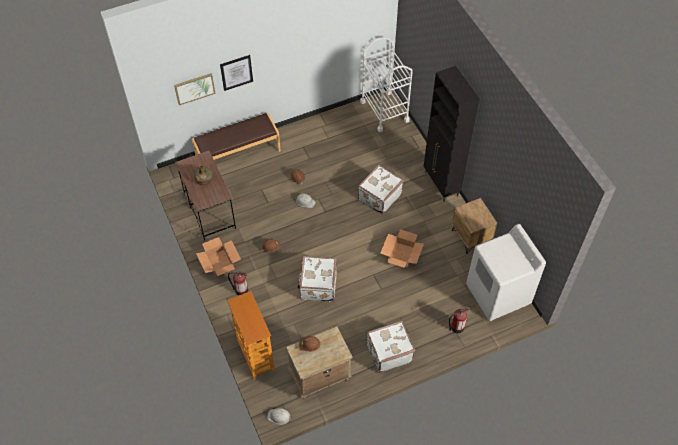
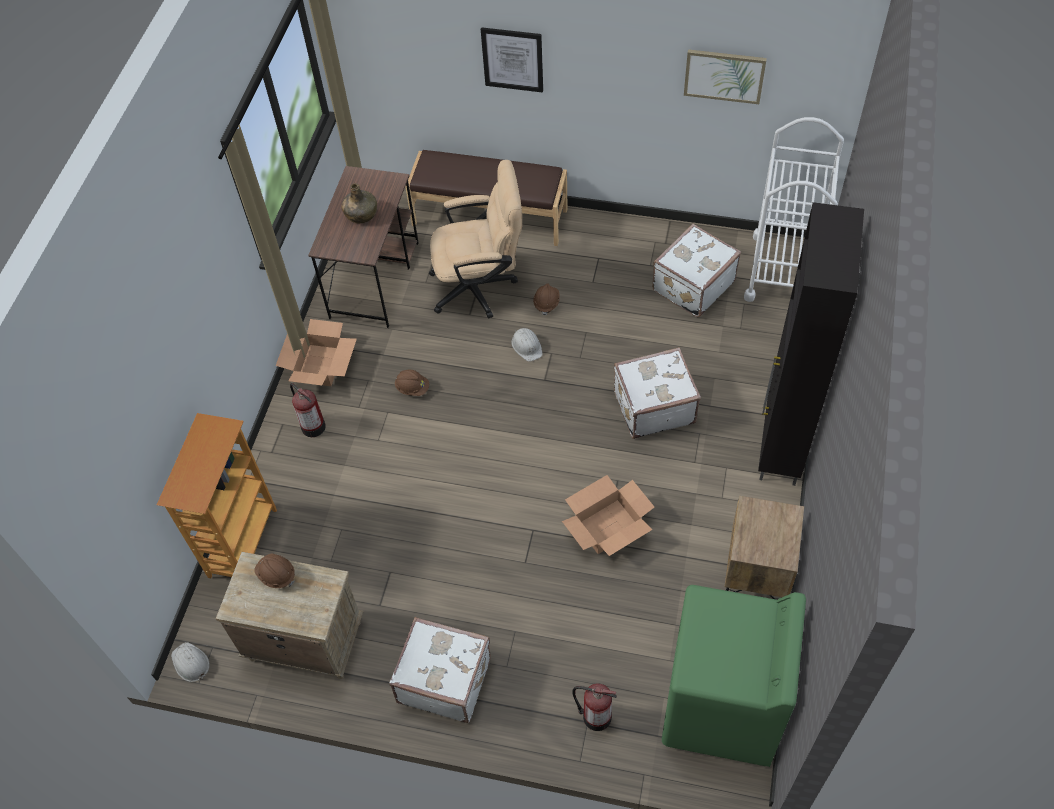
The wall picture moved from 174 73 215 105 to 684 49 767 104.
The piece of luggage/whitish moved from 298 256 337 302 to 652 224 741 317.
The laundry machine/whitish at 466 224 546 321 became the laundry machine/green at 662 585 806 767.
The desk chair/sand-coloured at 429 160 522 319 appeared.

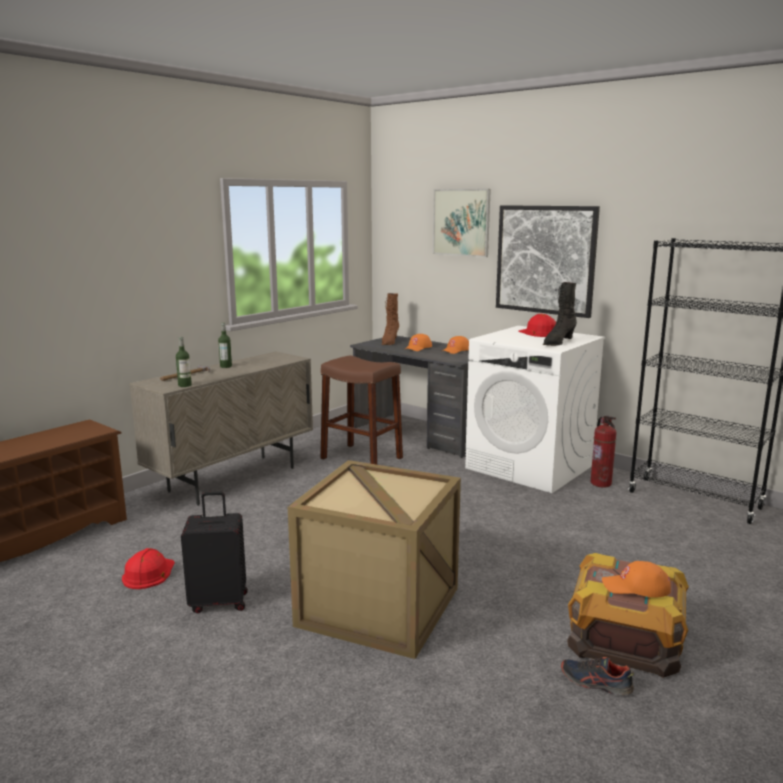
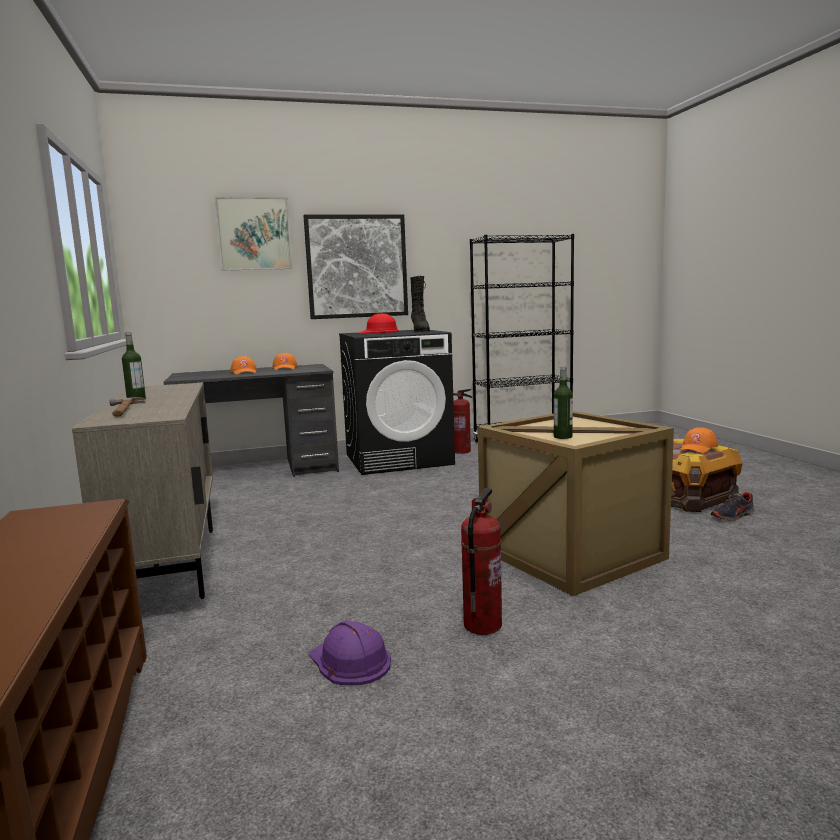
The work helmet/red at 122 548 175 589 became the work helmet/purplish at 309 620 391 685.
The beverage bottle moved from 176 337 192 387 to 554 367 573 439.
The piece of luggage/blackish at 181 491 248 613 was replaced by the fire-fighting cylinder at 461 488 502 635.
The stool/brownish at 321 355 403 465 disappeared.
The tall boot/brownish at 382 293 399 345 disappeared.
The laundry machine/whitish at 465 326 605 493 became the laundry machine/blackish at 339 330 455 475.

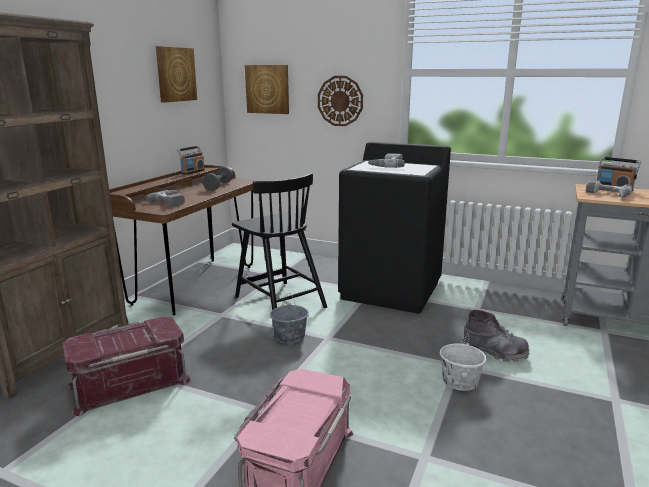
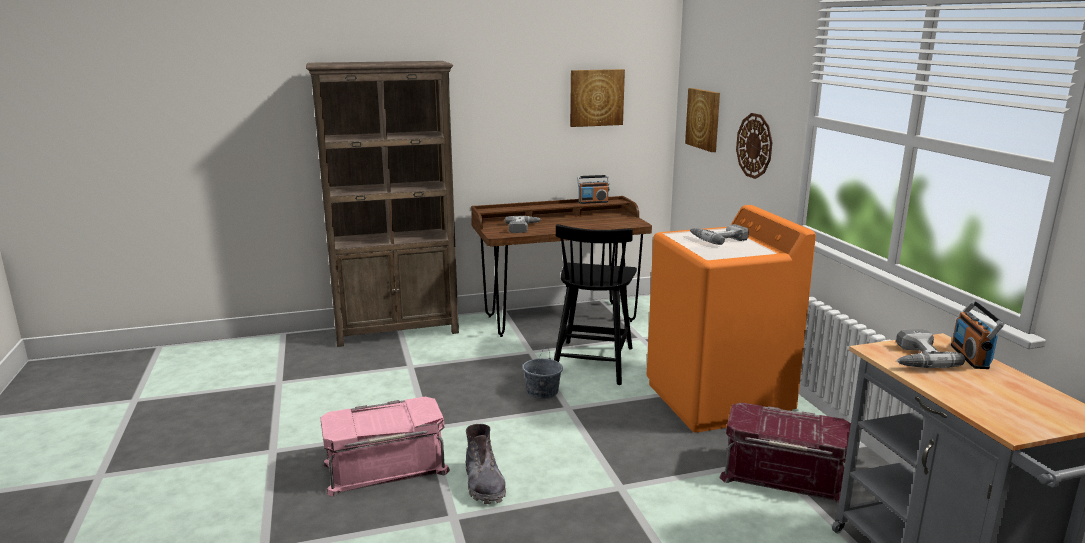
The storage container/red moved from 62 316 191 416 to 719 402 851 504.
The dumbbell/gray at 203 167 233 191 disappeared.
The laundry machine/blackish at 338 142 451 314 became the laundry machine/orange-coloured at 647 205 816 432.
The pail/whitish at 440 333 487 391 disappeared.
The tall boot/gray moved from 462 310 530 362 to 465 424 506 504.

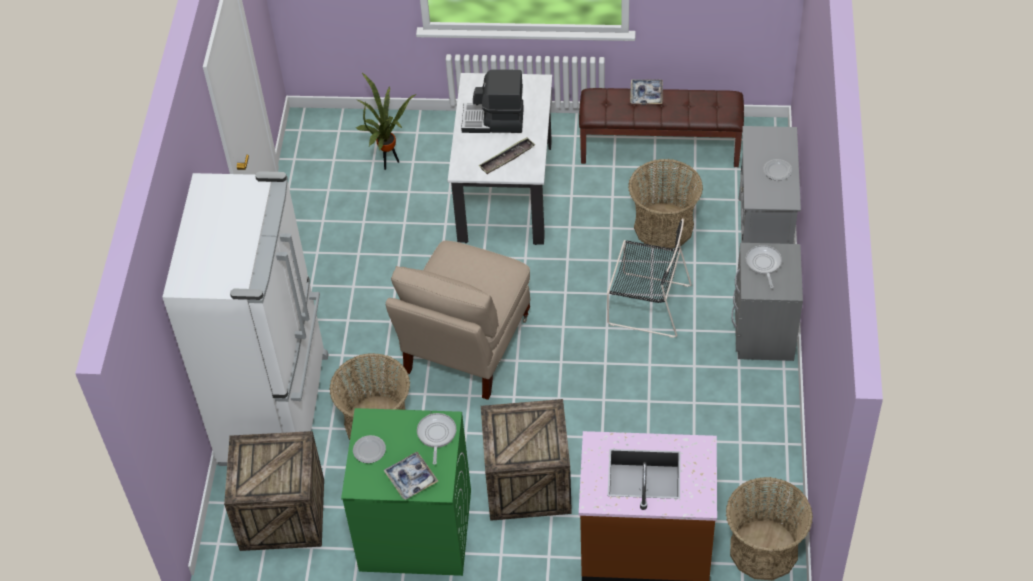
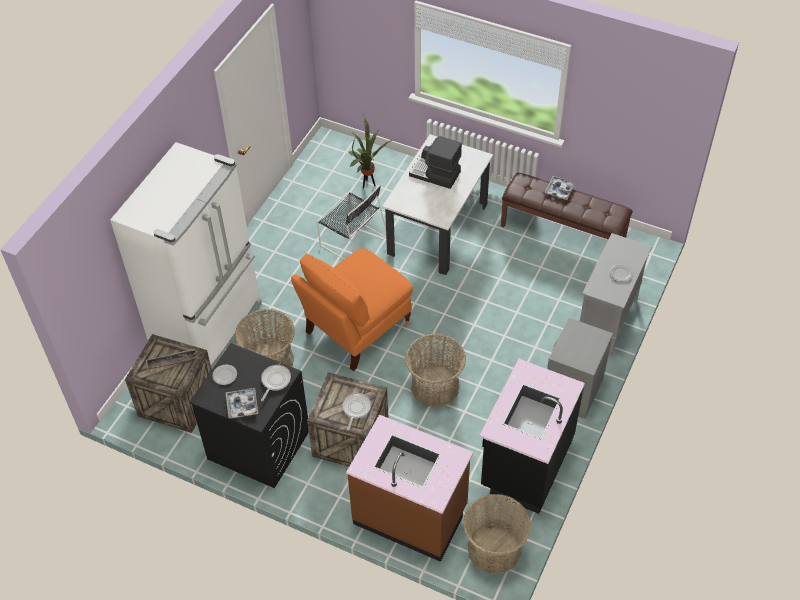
The laundry machine/green at 341 408 471 576 became the laundry machine/blackish at 189 343 309 488.
The chair/sand-coloured at 386 241 530 400 became the chair/orange-coloured at 291 248 412 371.
The serving tray moved from 478 137 535 174 to 146 349 197 369.
The chair/blackish moved from 607 218 692 338 to 317 185 386 259.
The basket moved from 628 159 703 249 to 405 334 466 407.
The frying pan moved from 746 245 782 288 to 342 393 371 430.
The kitchen counter/blackish at 480 359 585 514 appeared.

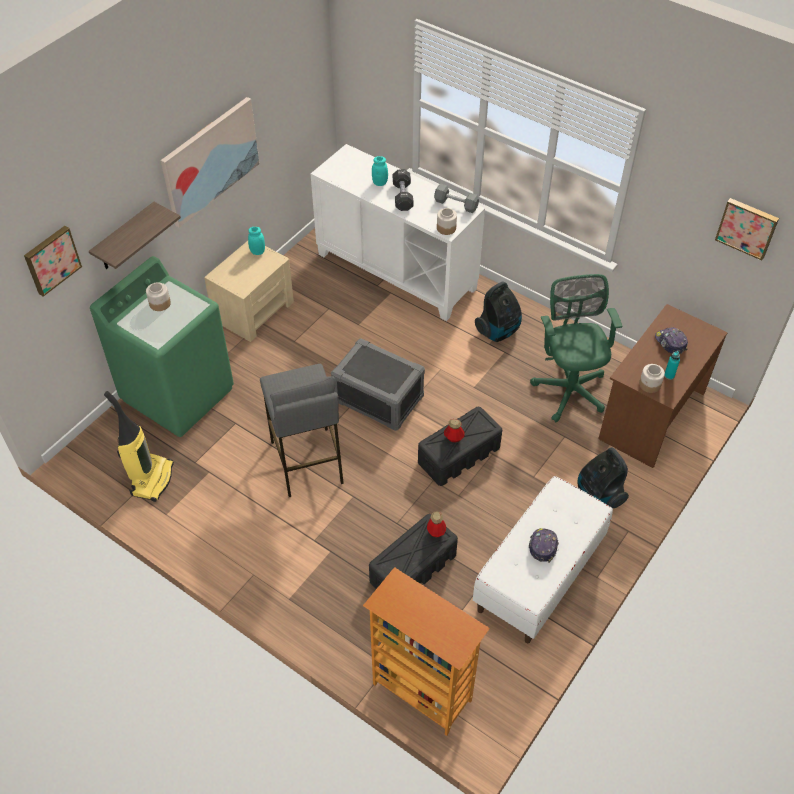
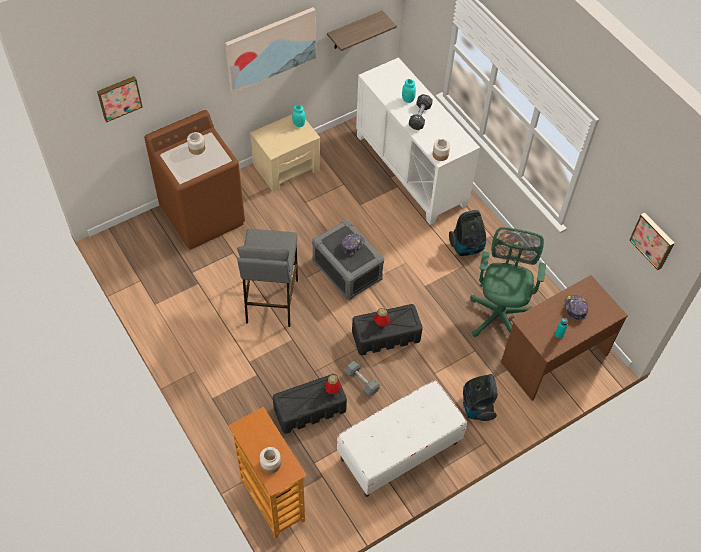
The shelf moved from 89 202 181 269 to 327 10 397 51.
The laundry machine/green at 90 256 234 437 became the laundry machine/brownish at 144 110 245 250.
The hoover at 104 391 174 502 disappeared.
The dumbbell/gray moved from 434 184 479 213 to 345 361 380 395.
The baseball cap moved from 529 528 559 563 to 341 234 365 256.
The preserve jar moved from 639 364 665 393 to 260 447 281 473.

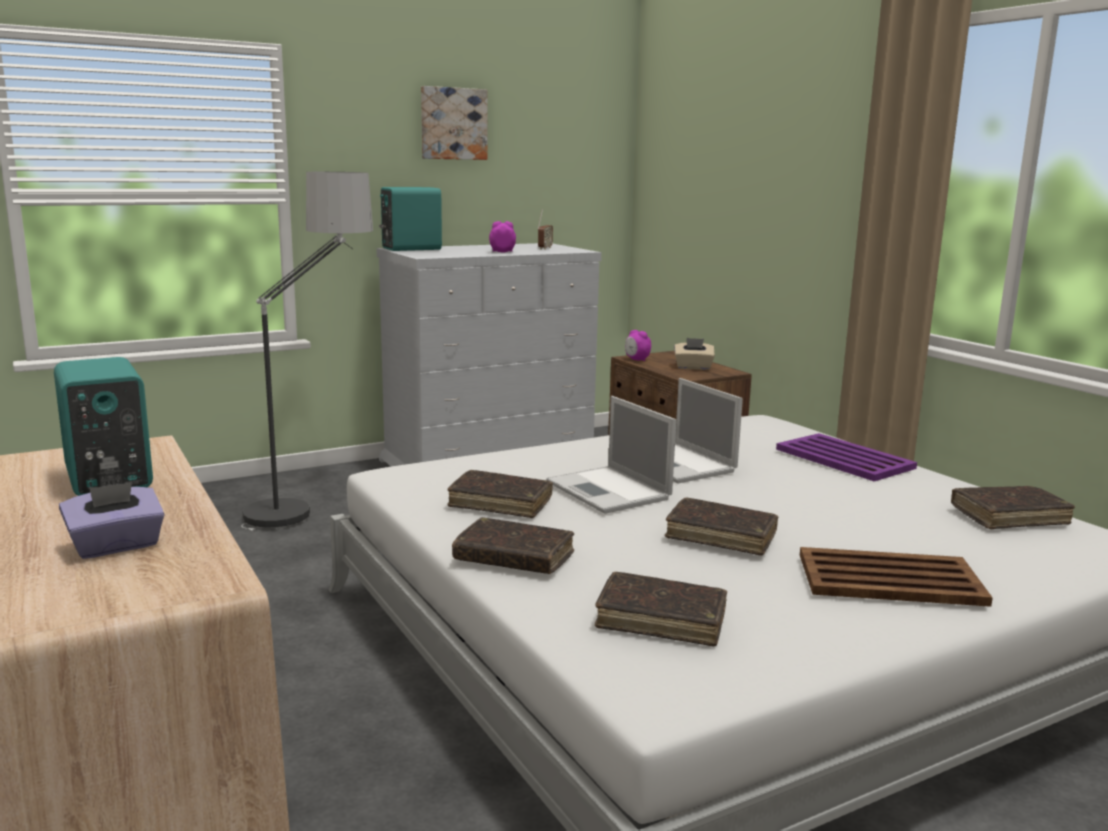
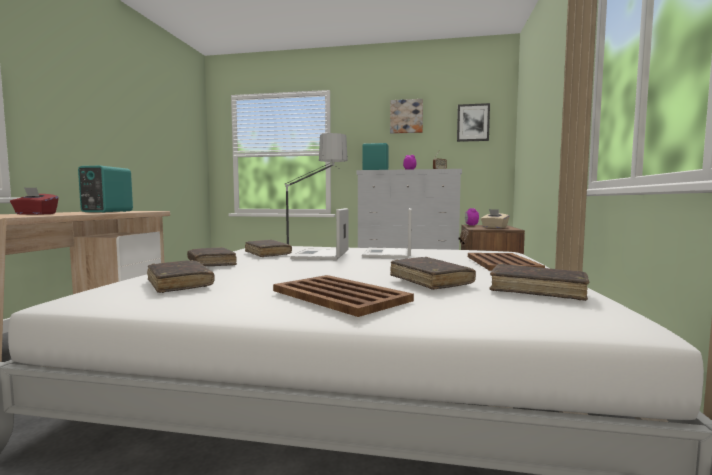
The box of tissues/purplish at 59 482 165 559 became the box of tissues/red at 10 187 59 215.
The volume/brownish moved from 665 497 778 556 to 390 257 476 290.
The serving tray/purplish at 776 433 917 481 became the serving tray/brownish at 468 253 545 271.
The wall picture at 457 103 490 142 appeared.

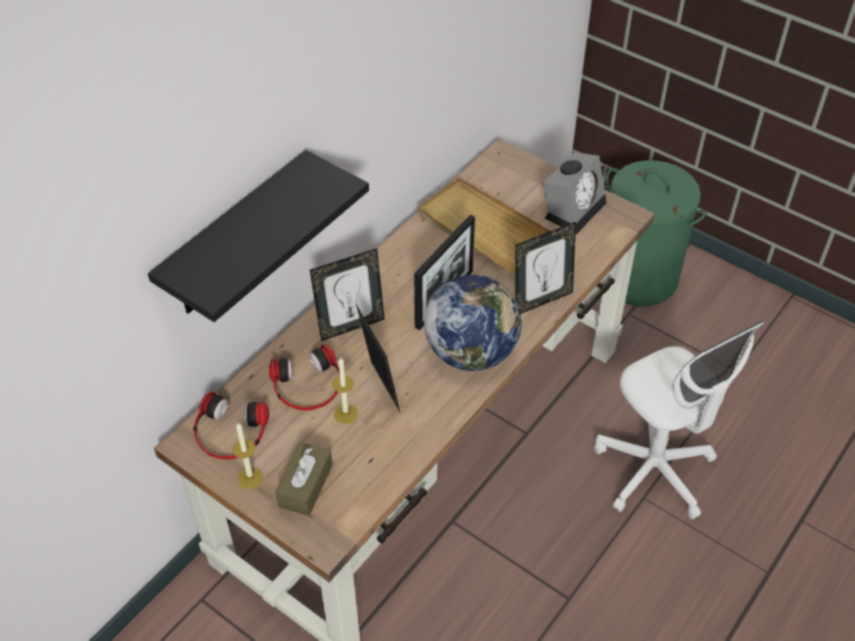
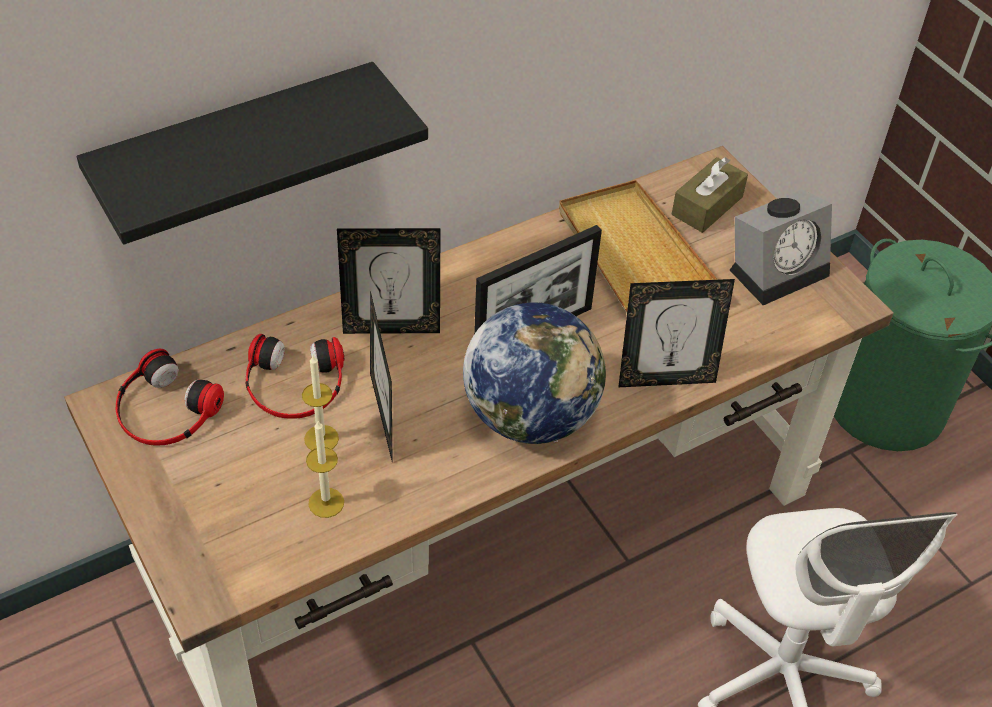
The wax candle moved from 233 423 263 489 to 306 421 344 518.
The box of tissues/brownish moved from 275 442 333 516 to 672 157 748 233.

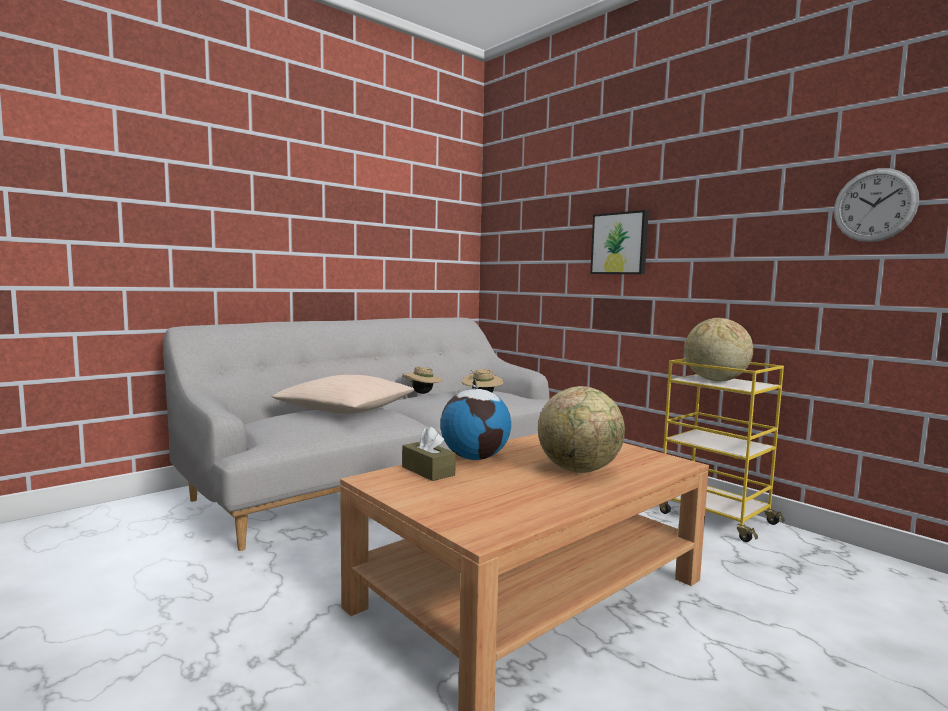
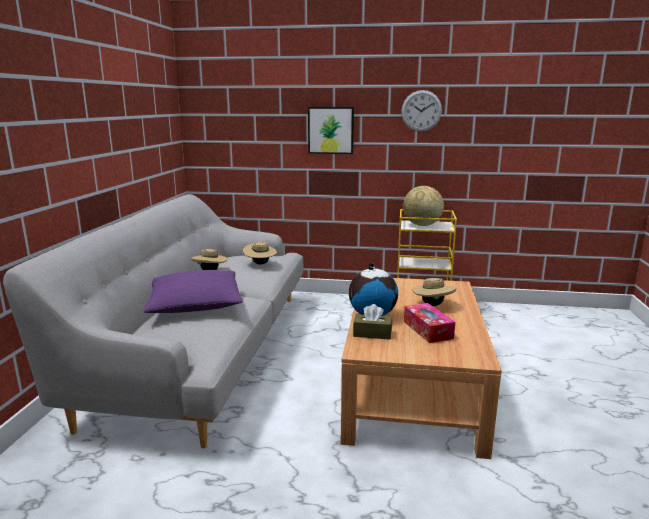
The cushion/sand-coloured at 272 375 415 414 became the cushion/purplish at 144 270 243 313.
The world globe at 538 386 625 473 was replaced by the wearable hat/sand-coloured at 413 276 456 306.
The clock on the wall moved from 834 168 919 242 to 401 90 442 132.
The box of tissues at 404 303 455 343 appeared.

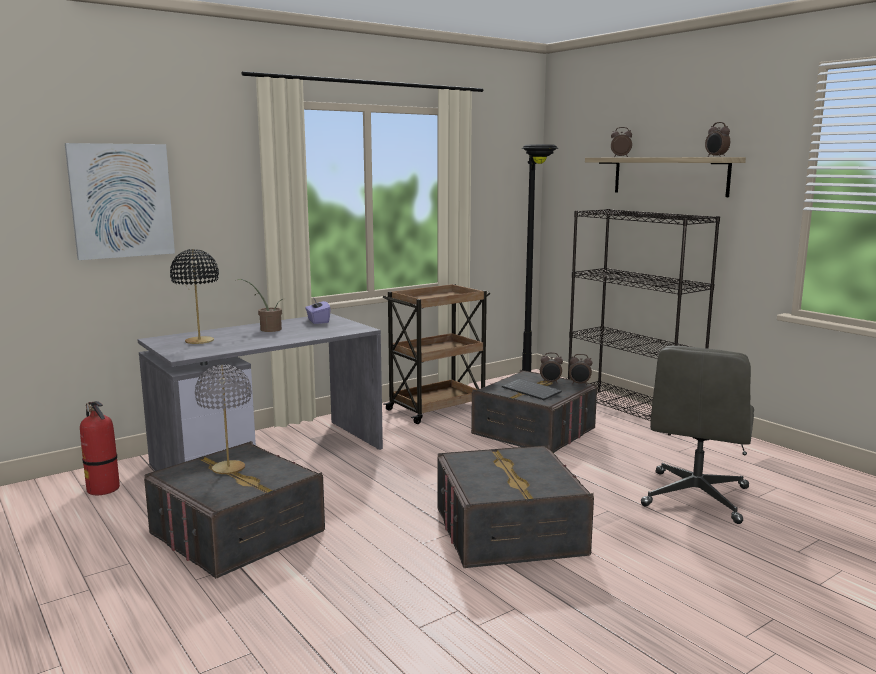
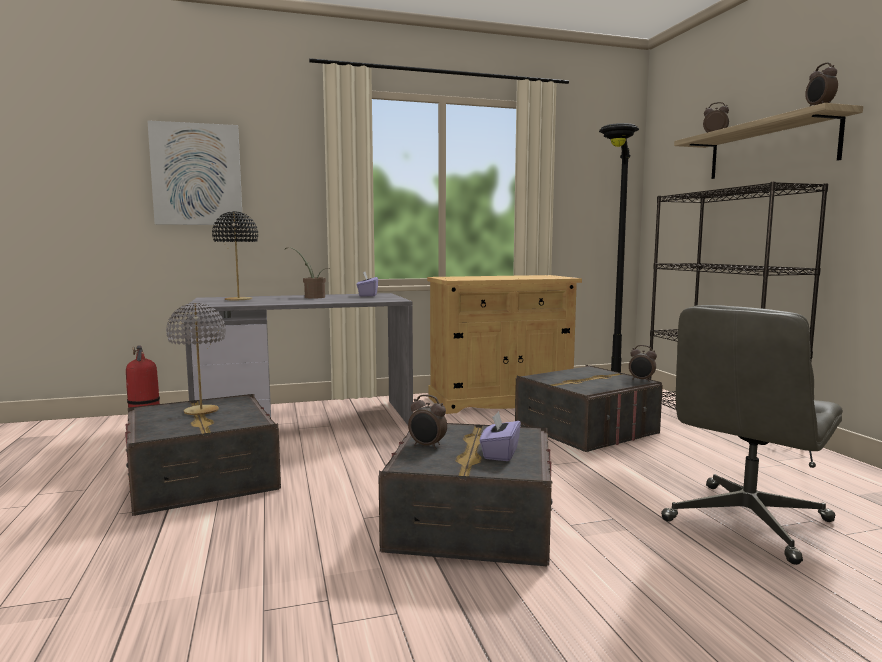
The cart/brownish at 383 284 490 424 was replaced by the cupboard/sand-coloured at 427 275 582 414.
The computer keyboard at 502 378 562 400 disappeared.
The alarm clock moved from 540 352 563 383 to 408 394 447 449.
The box of tissues/purplish at 480 411 521 461 appeared.

